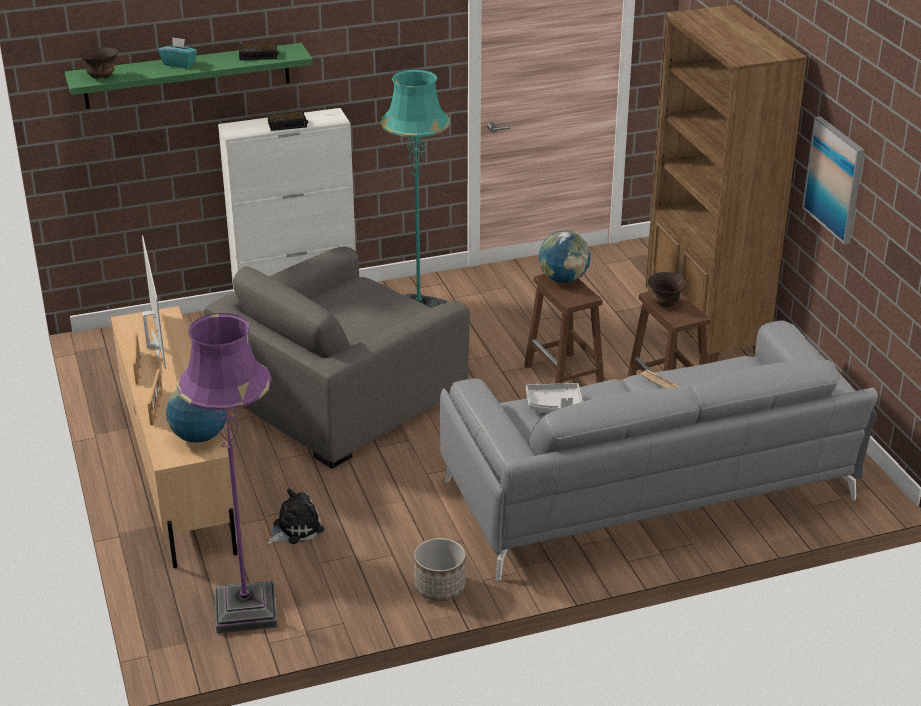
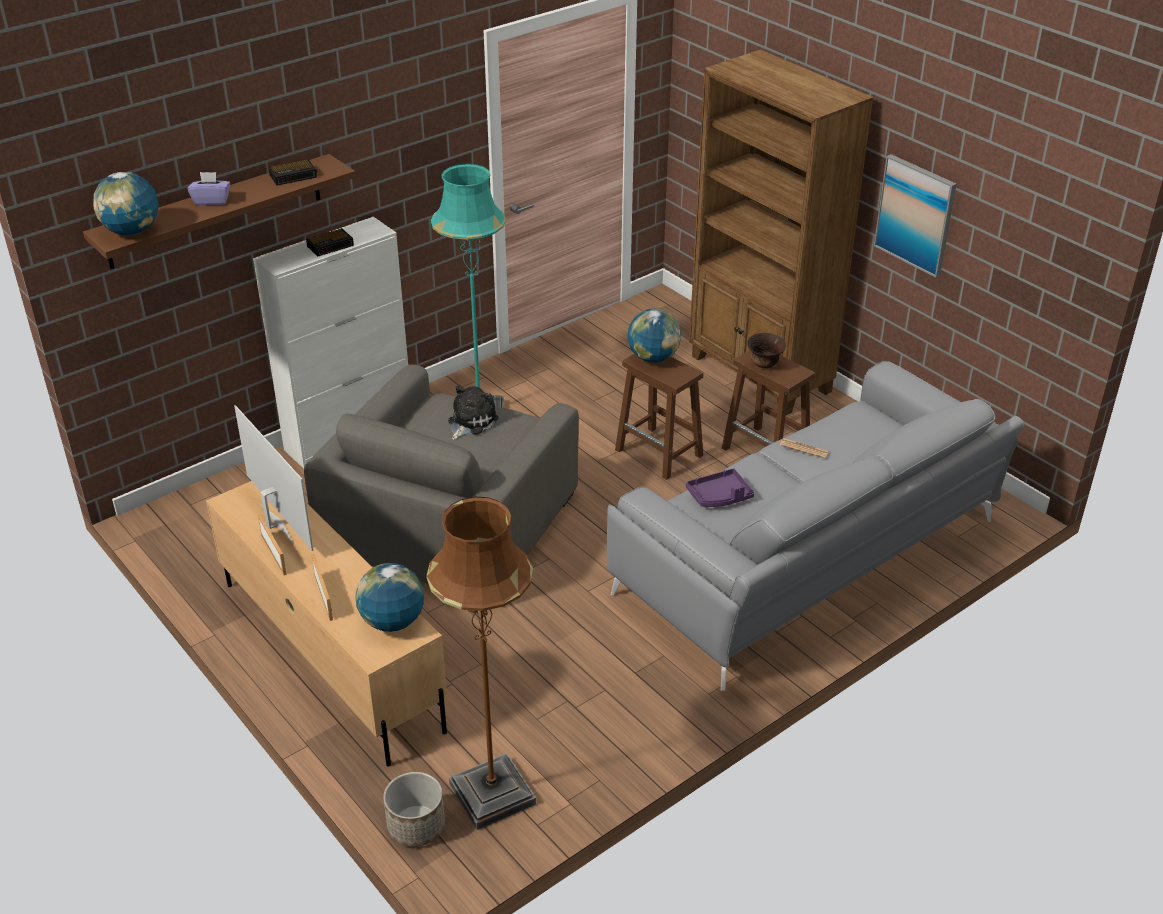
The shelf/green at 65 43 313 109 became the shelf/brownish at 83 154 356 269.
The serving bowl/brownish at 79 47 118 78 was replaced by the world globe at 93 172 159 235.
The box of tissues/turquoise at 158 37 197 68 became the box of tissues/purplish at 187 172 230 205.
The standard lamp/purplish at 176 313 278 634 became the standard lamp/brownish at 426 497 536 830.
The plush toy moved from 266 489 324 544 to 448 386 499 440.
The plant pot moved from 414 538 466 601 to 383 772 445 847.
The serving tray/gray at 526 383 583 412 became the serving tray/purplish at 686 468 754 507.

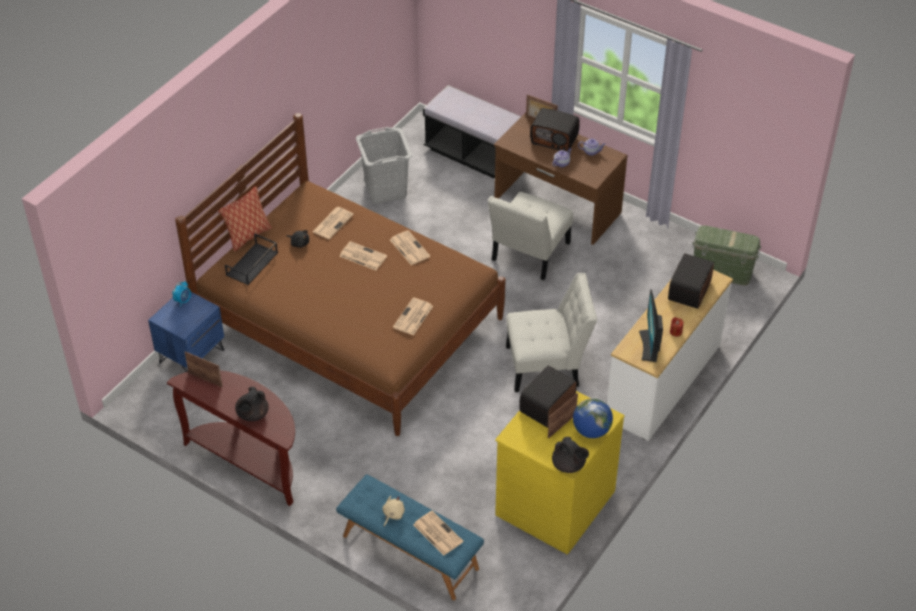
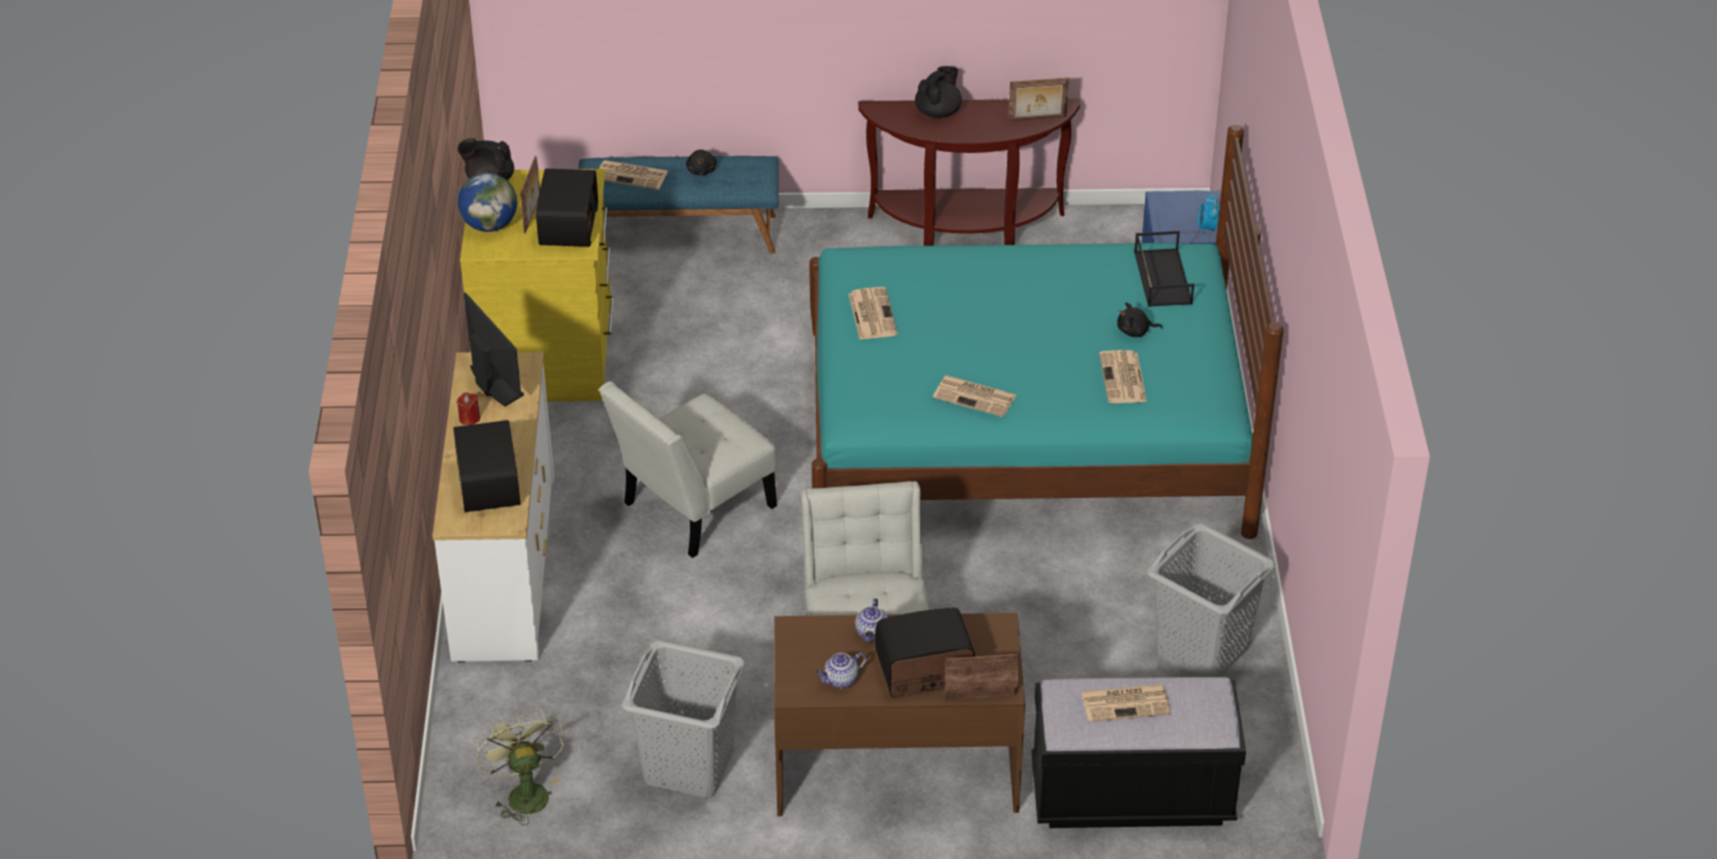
The bedroom bed/brownish at 175 113 506 436 became the bedroom bed/turquoise at 809 124 1284 539.
The cushion at 218 186 272 251 disappeared.
The pot for tea/blackish at 235 387 269 421 turned 45 degrees clockwise.
The newspaper moved from 339 241 387 271 to 1081 684 1171 722.
The plush toy/sand-coloured at 382 496 405 526 became the plush toy/blackish at 686 150 717 175.
The storage container/green at 692 225 761 285 was replaced by the electric fan/green at 475 709 566 825.
The hamper/gray at 622 640 745 798 appeared.

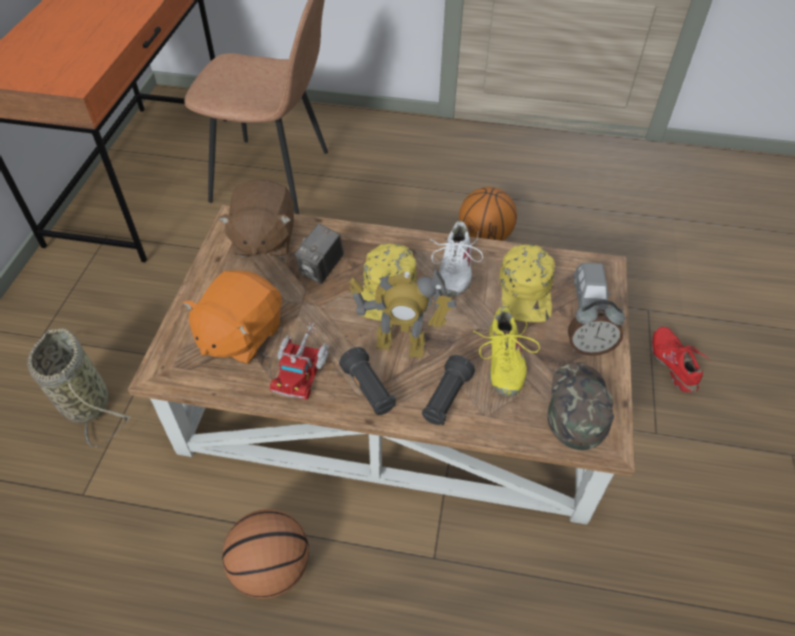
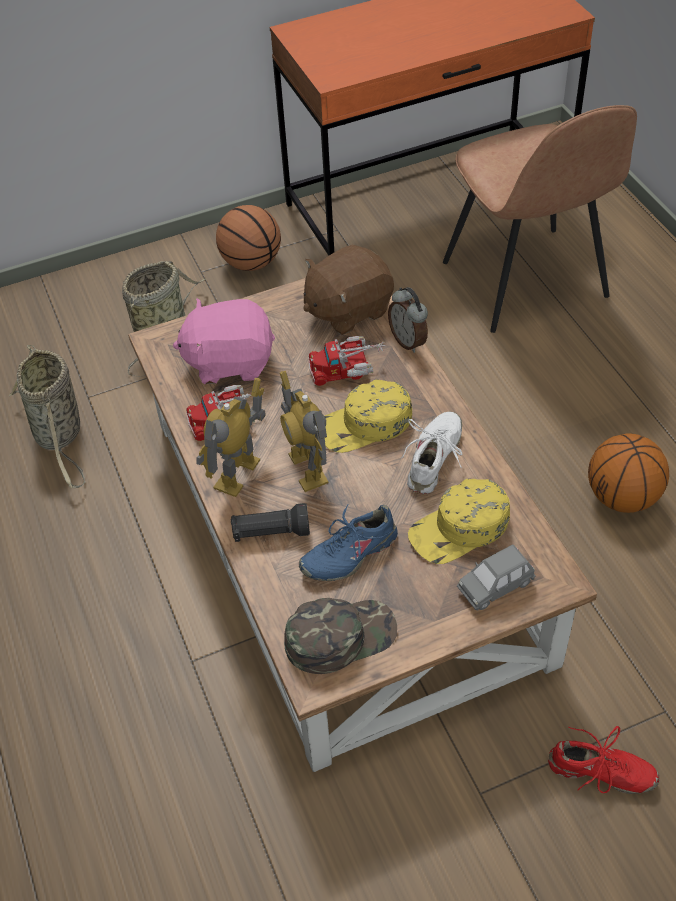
The plush toy/orange-coloured at 183 271 282 364 became the plush toy/pinkish at 173 298 275 384.
The basketball ball moved from 222 509 309 599 to 216 205 281 271.
The still camera at 295 223 344 284 was replaced by the model truck at 308 336 385 386.
The flashlight/blackish at 339 347 396 415 was replaced by the model robot at 196 378 266 497.
The low shoe/whitish at 430 221 483 297 turned 135 degrees clockwise.
The low shoe/yellow at 473 306 540 397 became the low shoe/blue at 299 504 398 581.
The alarm clock moved from 568 300 625 356 to 388 287 428 353.
The low shoe/red at 651 326 711 393 turned 60 degrees clockwise.
The basket at 9 345 85 488 appeared.

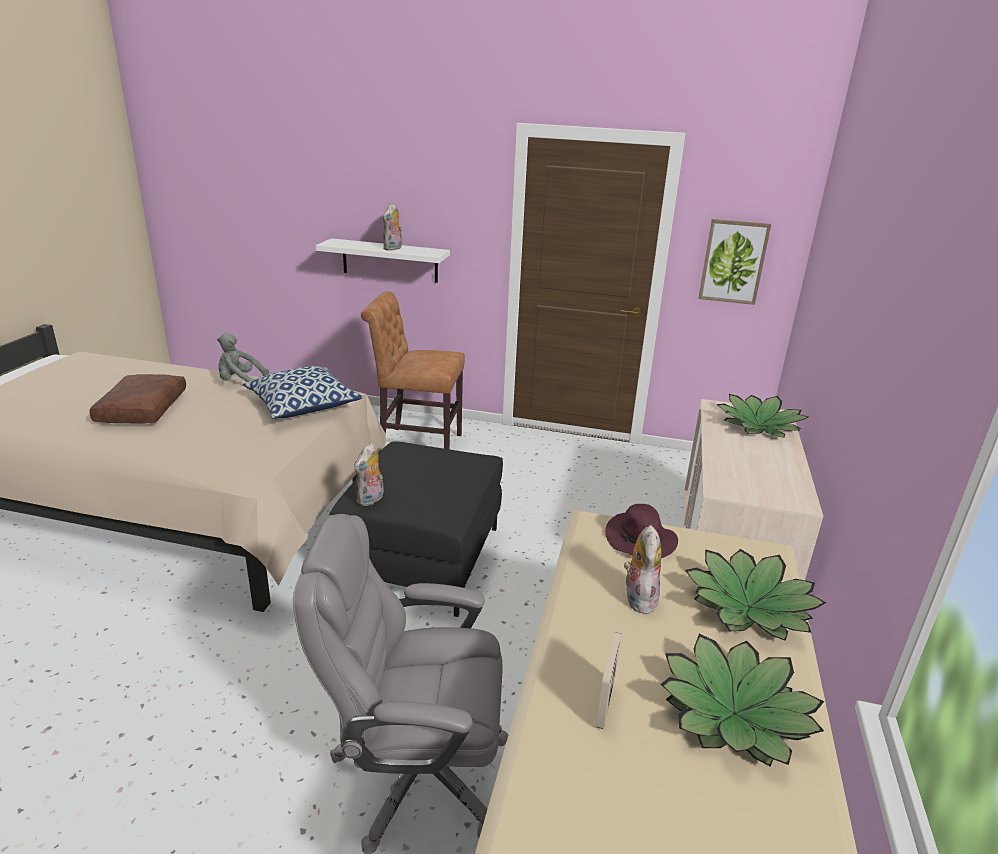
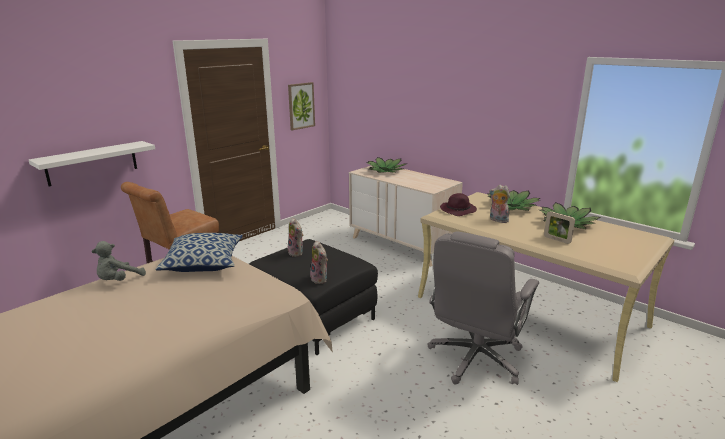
The cushion/brownish at 90 374 186 423 disappeared.
The plush toy moved from 383 203 402 251 to 288 218 303 257.

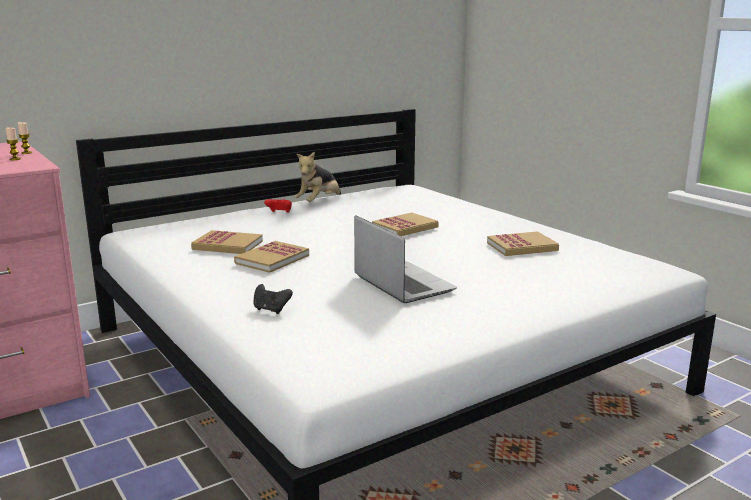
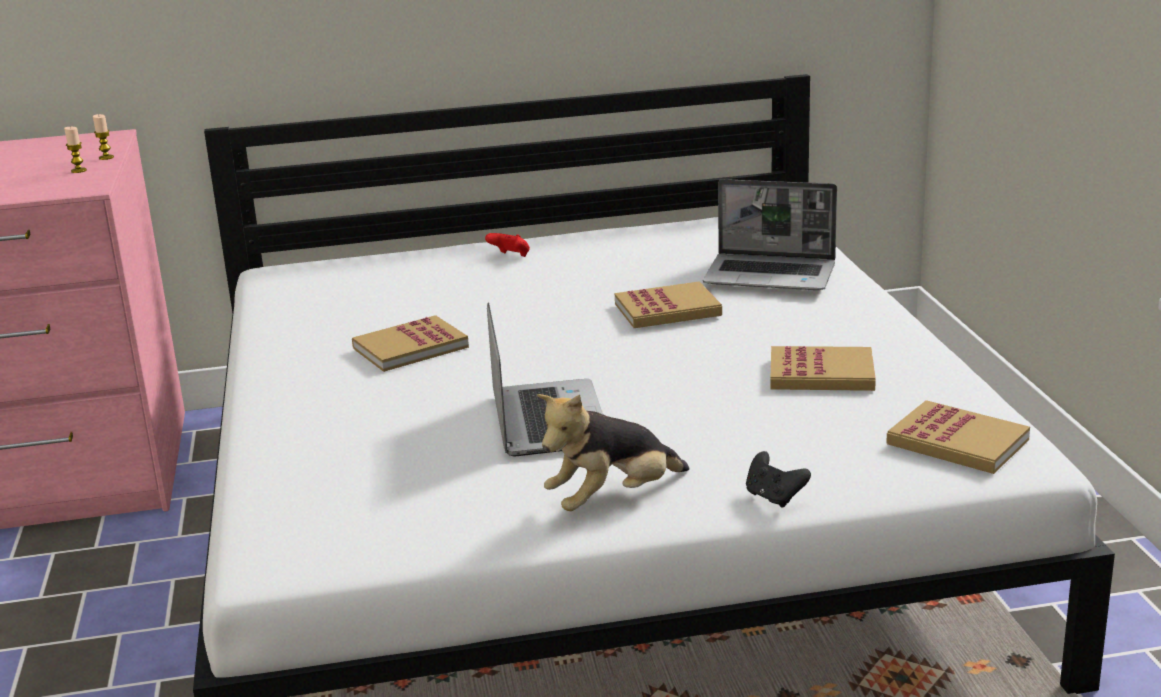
The volume moved from 191 230 263 254 to 886 400 1030 474.
The game controller/blackish moved from 253 284 293 314 to 746 451 811 508.
The plush toy moved from 294 152 341 202 to 537 394 690 511.
The laptop at 703 179 837 290 appeared.

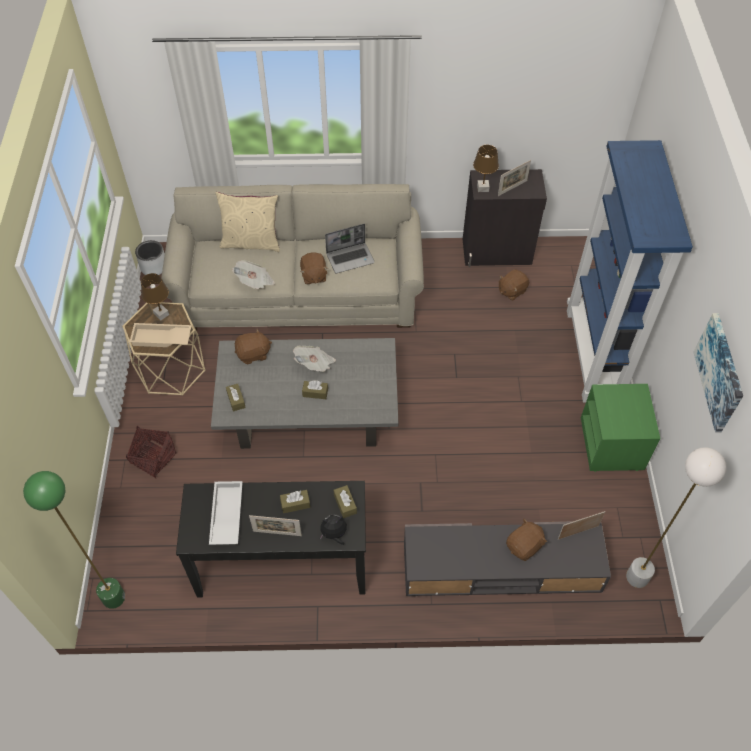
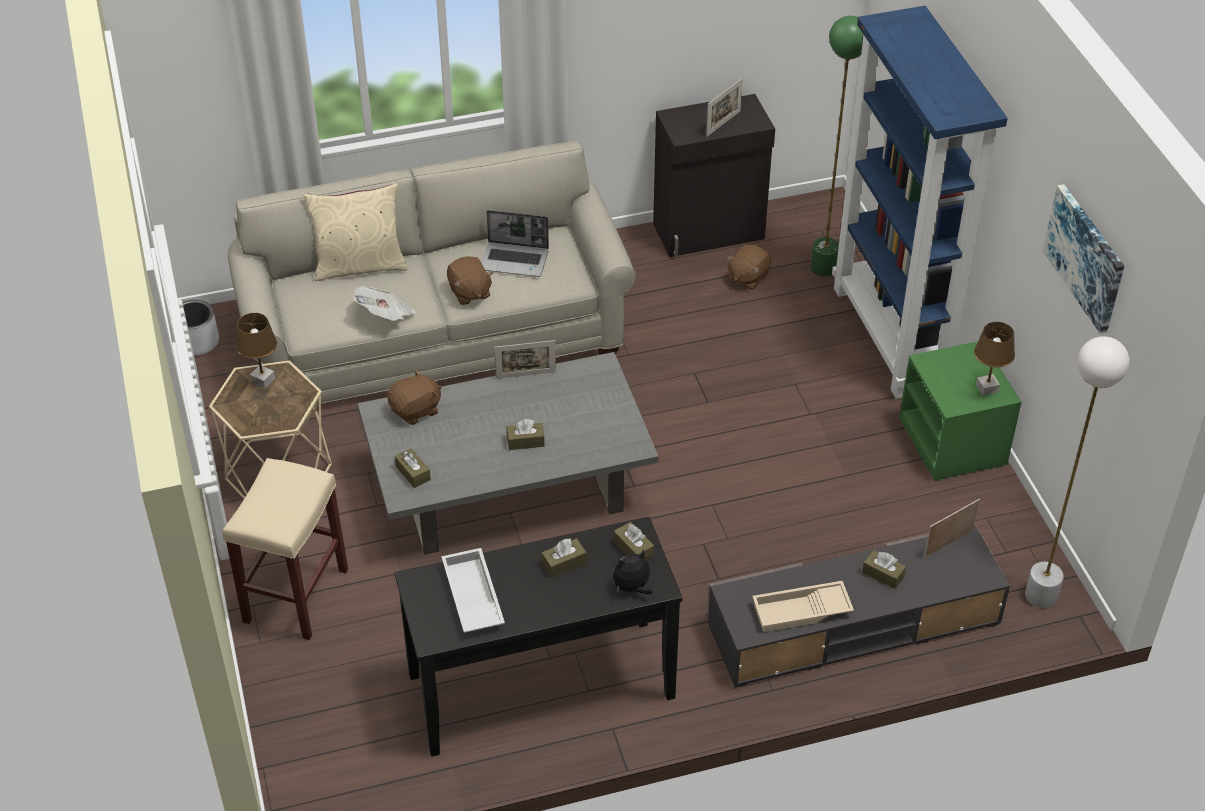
The standard lamp/green moved from 23 471 125 609 to 810 16 863 276.
The basket at 126 426 176 478 was replaced by the stool/sand-coloured at 223 458 348 640.
The serving tray/sand-coloured moved from 130 323 192 347 to 752 581 854 632.
The photo frame moved from 249 515 302 536 to 494 340 556 379.
The newspaper at 293 346 336 372 disappeared.
The laptop at 325 224 375 273 turned 45 degrees clockwise.
The table lamp/brownish moved from 473 145 499 192 to 974 322 1015 396.
The plush toy/brownish at 506 518 547 561 was replaced by the box of tissues/brownish at 862 550 906 589.

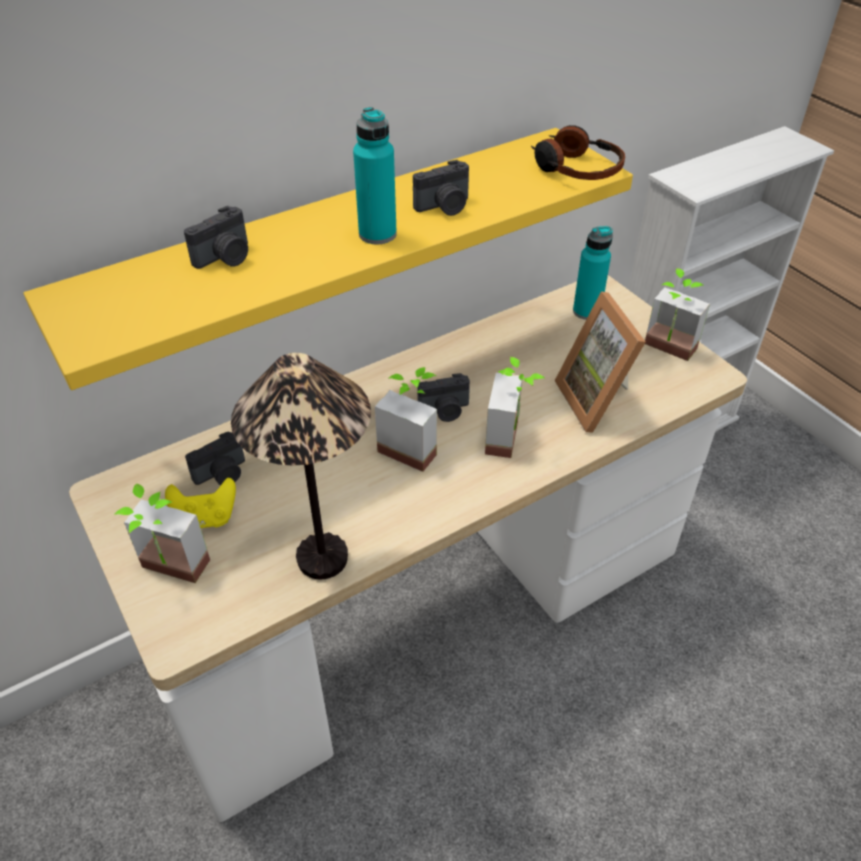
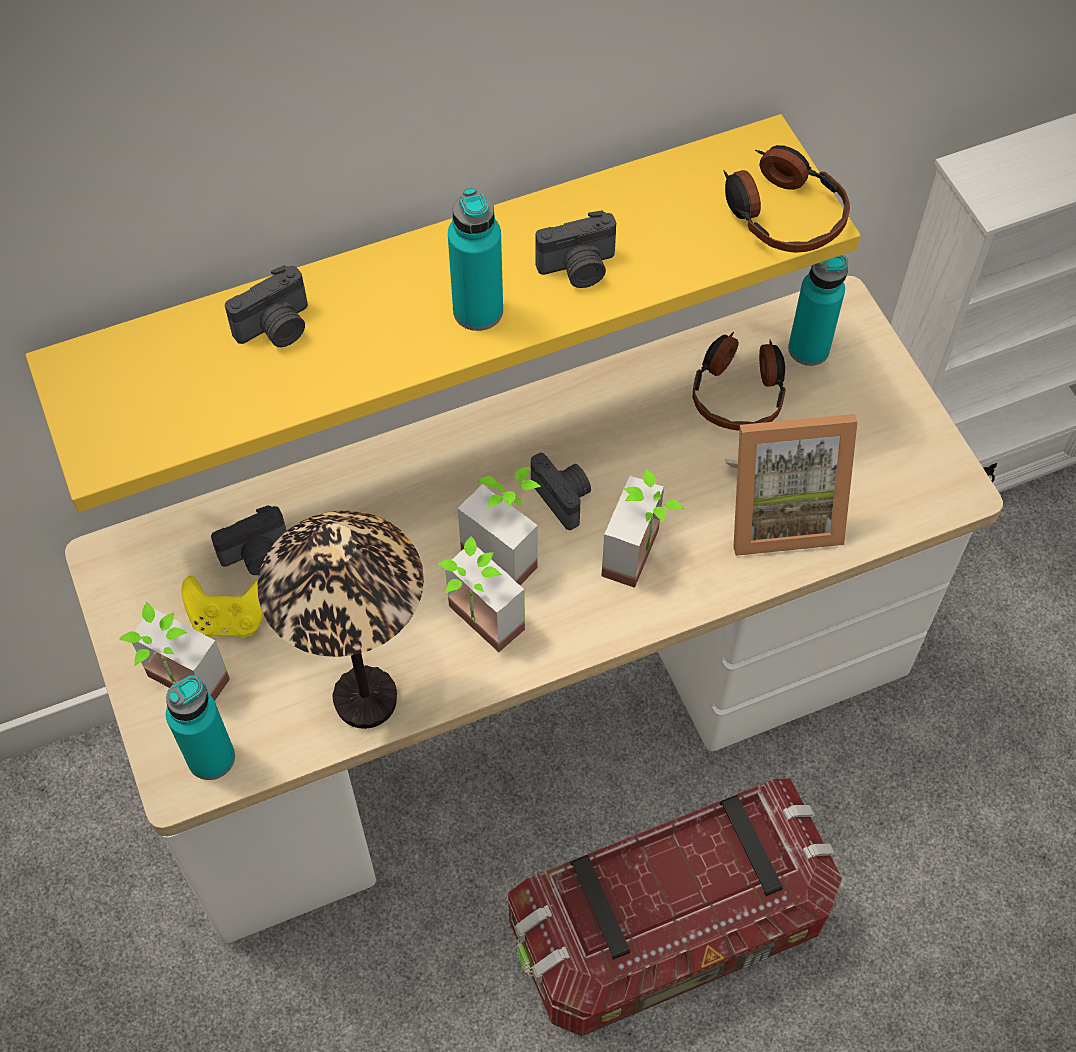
The still camera at 417 373 470 422 turned 120 degrees counterclockwise.
The photo frame at 555 292 646 432 turned 90 degrees counterclockwise.
The plant in a pot moved from 645 268 710 361 to 437 536 525 652.
The beverage bottle/turquoise at 166 675 235 780 appeared.
The storage container at 508 779 842 1036 appeared.
The headset at 693 332 786 431 appeared.

